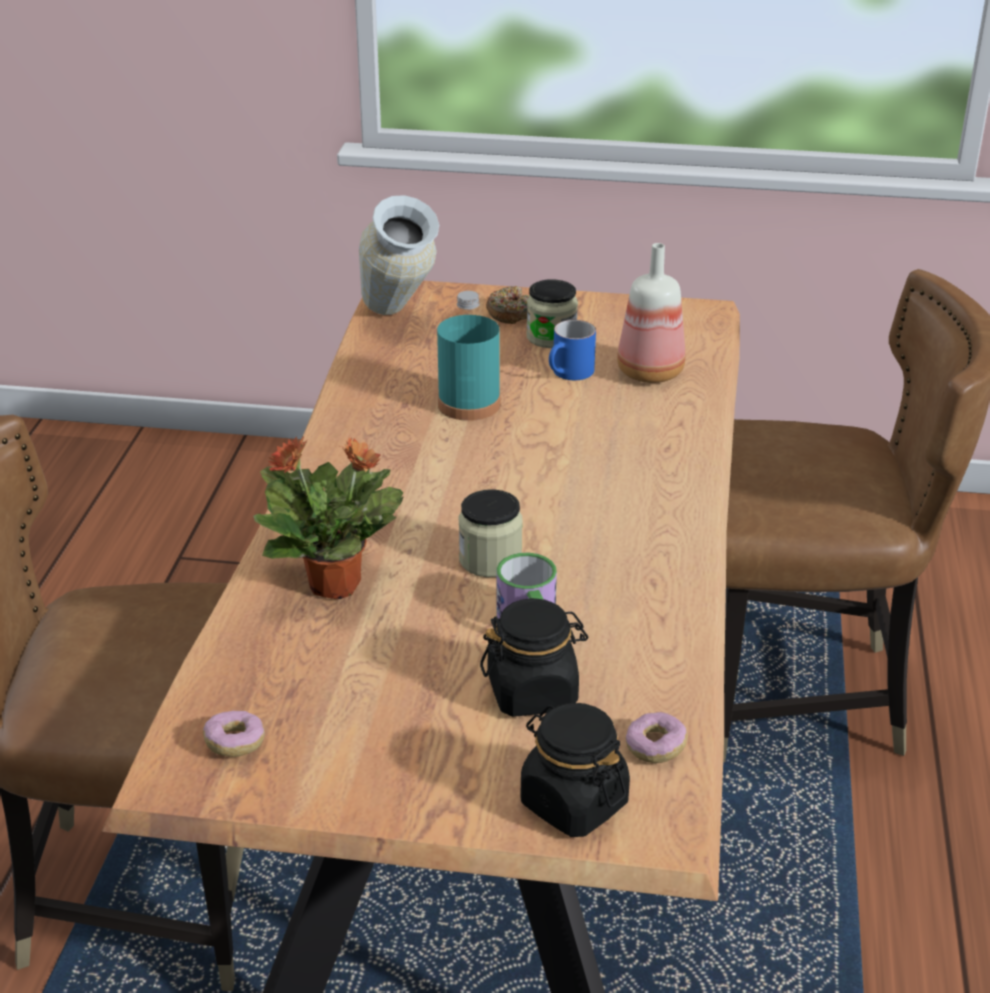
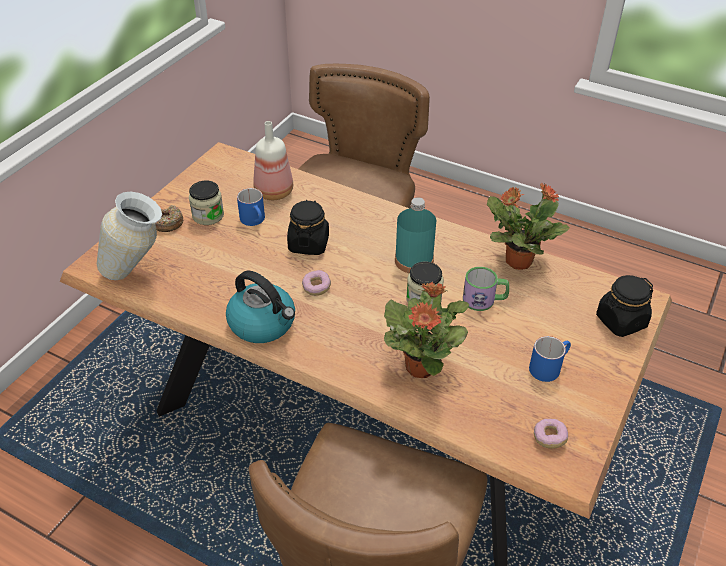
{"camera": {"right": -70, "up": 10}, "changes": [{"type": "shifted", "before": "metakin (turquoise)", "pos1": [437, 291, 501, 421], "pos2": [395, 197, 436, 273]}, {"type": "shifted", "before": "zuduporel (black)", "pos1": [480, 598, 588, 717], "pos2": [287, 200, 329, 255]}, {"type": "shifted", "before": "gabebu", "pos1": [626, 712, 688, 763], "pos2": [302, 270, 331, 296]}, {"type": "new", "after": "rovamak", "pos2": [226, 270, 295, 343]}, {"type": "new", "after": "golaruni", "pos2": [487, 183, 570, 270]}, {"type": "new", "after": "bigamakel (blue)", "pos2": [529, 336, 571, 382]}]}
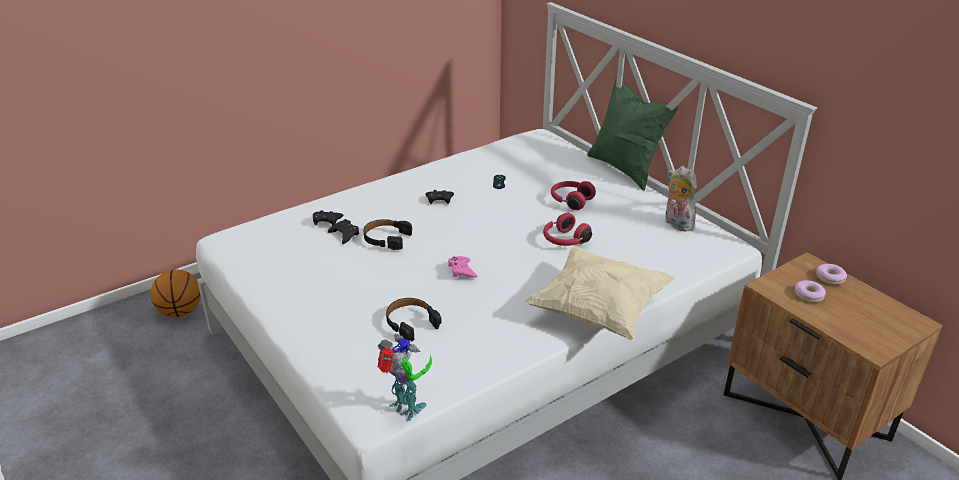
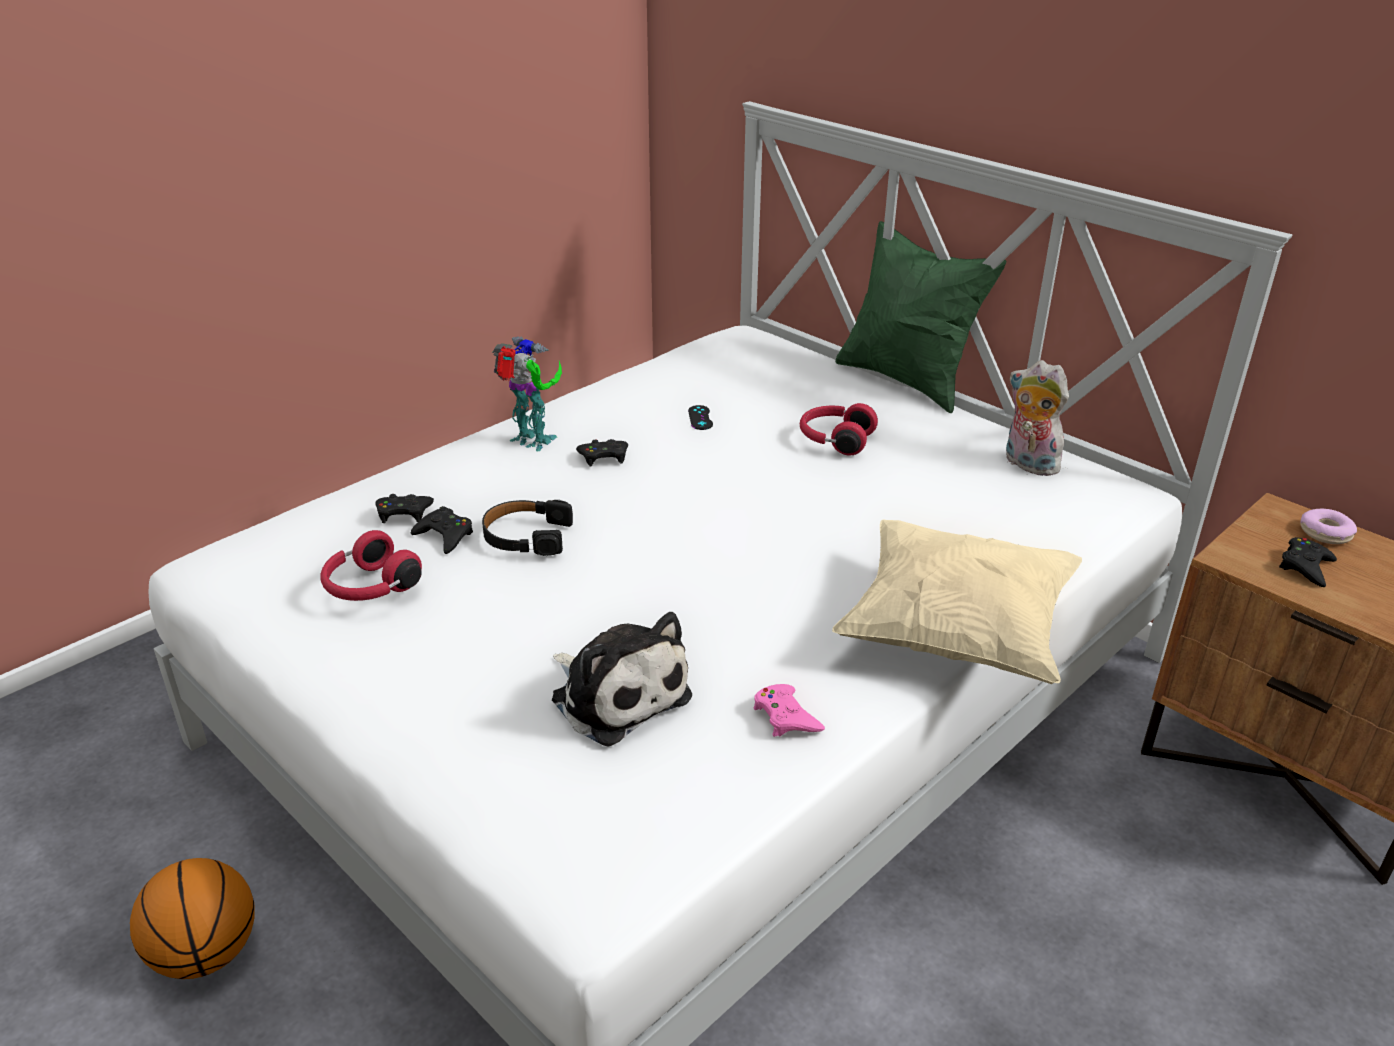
{"camera": {"right": -10, "up": 0}, "changes": [{"type": "shifted", "before": "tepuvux", "pos1": [150, 270, 201, 317], "pos2": [130, 858, 255, 979]}, {"type": "shifted", "before": "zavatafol", "pos1": [377, 334, 432, 421], "pos2": [492, 336, 562, 451]}, {"type": "swapped", "before": "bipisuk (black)", "after": "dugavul", "pos1": [386, 298, 442, 341], "pos2": [552, 612, 692, 747]}, {"type": "shifted", "before": "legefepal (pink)", "pos1": [448, 256, 477, 278], "pos2": [754, 684, 825, 737]}, {"type": "shifted", "before": "bipisuk (red)", "pos1": [543, 213, 592, 246], "pos2": [320, 530, 422, 601]}, {"type": "swapped", "before": "gabebu", "after": "legefepal (black)", "pos1": [795, 280, 826, 302], "pos2": [1279, 537, 1337, 587]}]}
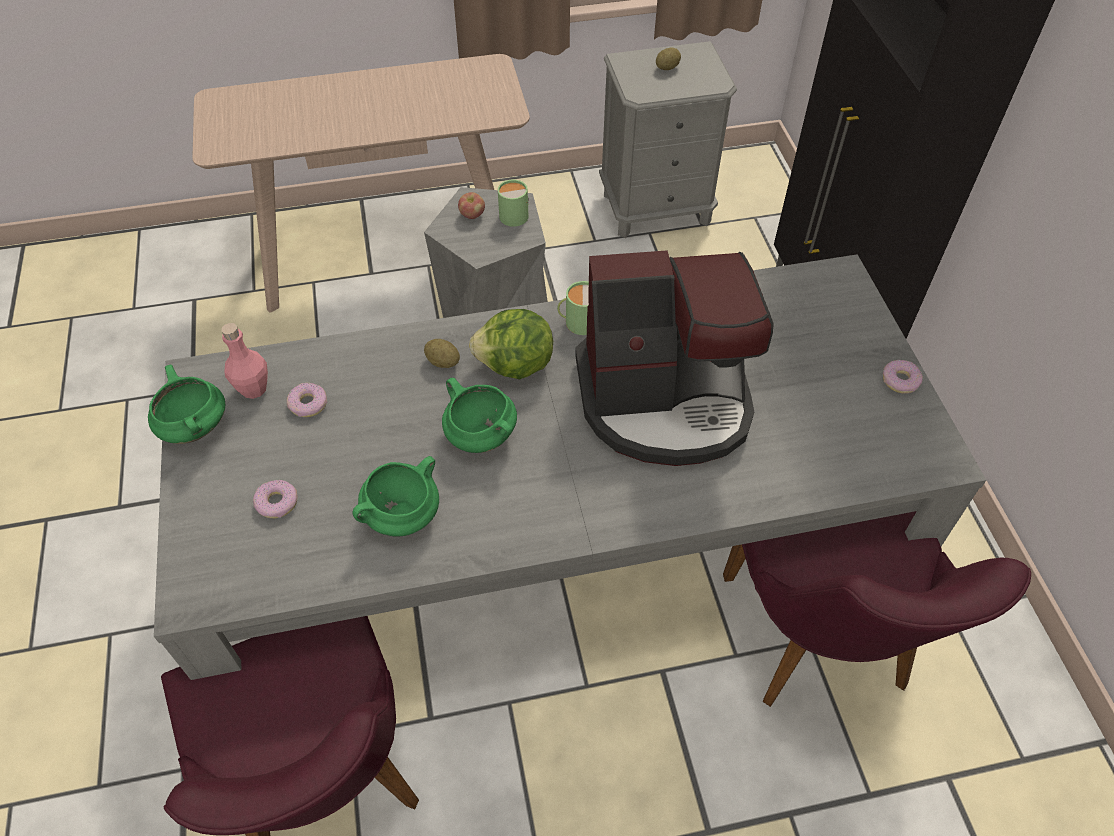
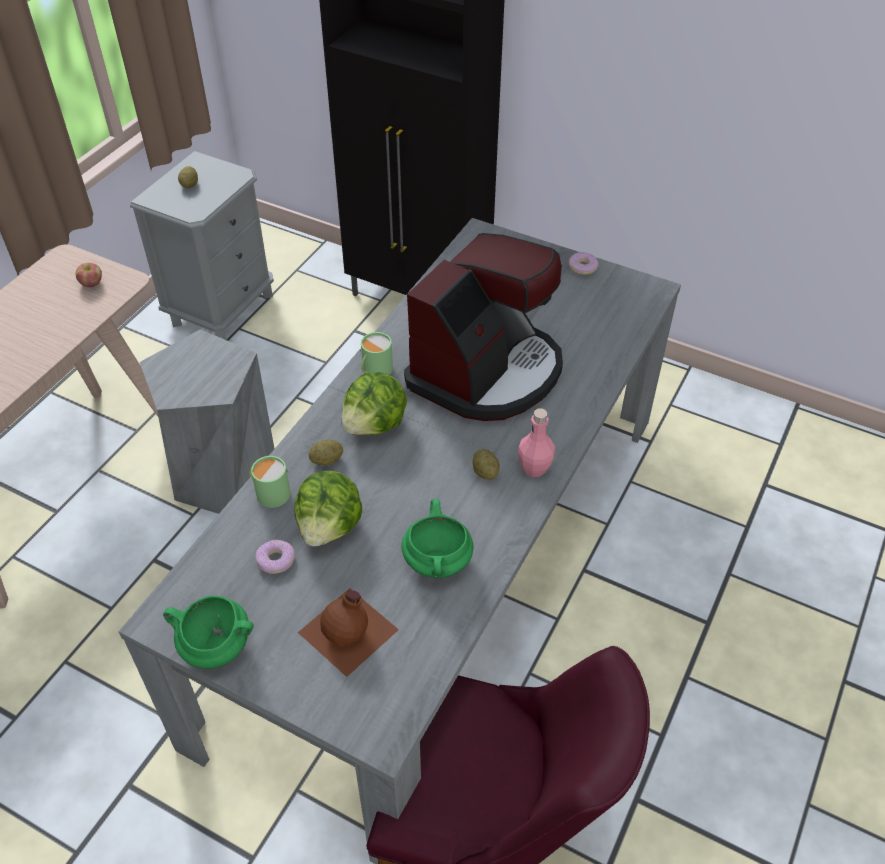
{"camera": {"right": -50, "up": -5}, "changes": [{"type": "shifted", "before": "metakin (pink)", "pos1": [222, 323, 268, 399], "pos2": [518, 408, 555, 477]}, {"type": "swapped", "before": "gabebu", "after": "metakin (brown)", "pos1": [253, 480, 298, 518], "pos2": [298, 588, 399, 677]}, {"type": "gone", "before": "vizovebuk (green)", "pos1": [442, 378, 517, 453]}, {"type": "shifted", "before": "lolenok", "pos1": [458, 192, 485, 219], "pos2": [75, 263, 102, 287]}, {"type": "shifted", "before": "bigamakel (green)", "pos1": [498, 180, 529, 227], "pos2": [249, 456, 291, 508]}, {"type": "gone", "before": "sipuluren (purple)", "pos1": [723, 511, 1031, 707]}, {"type": "new", "after": "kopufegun", "pos2": [295, 471, 362, 546]}, {"type": "new", "after": "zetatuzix", "pos2": [473, 449, 500, 480]}]}
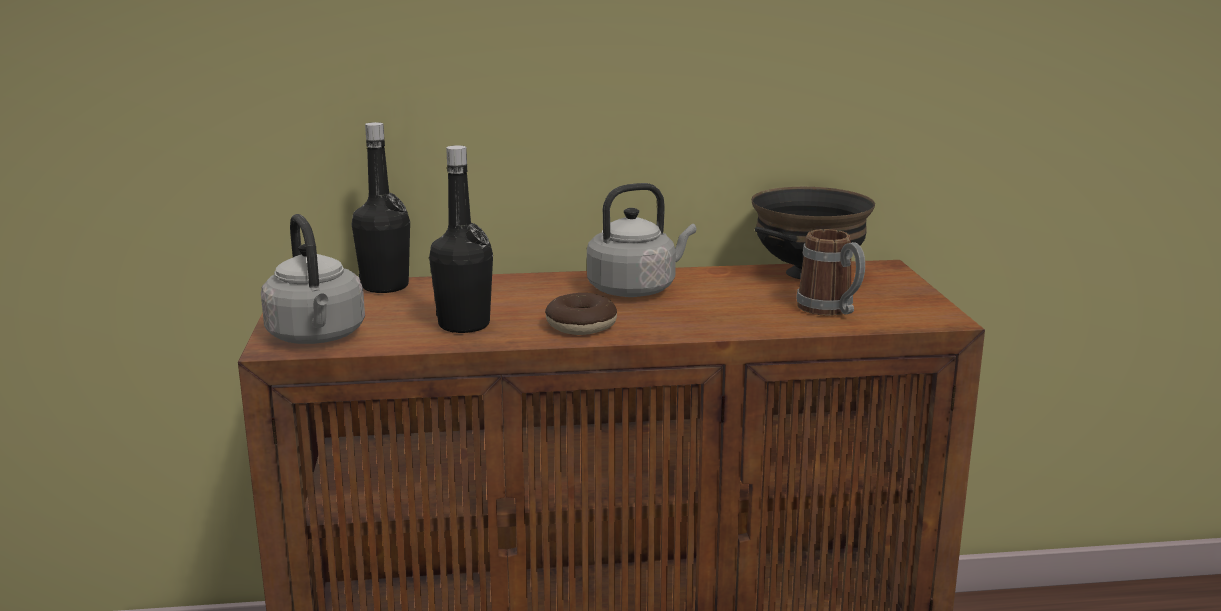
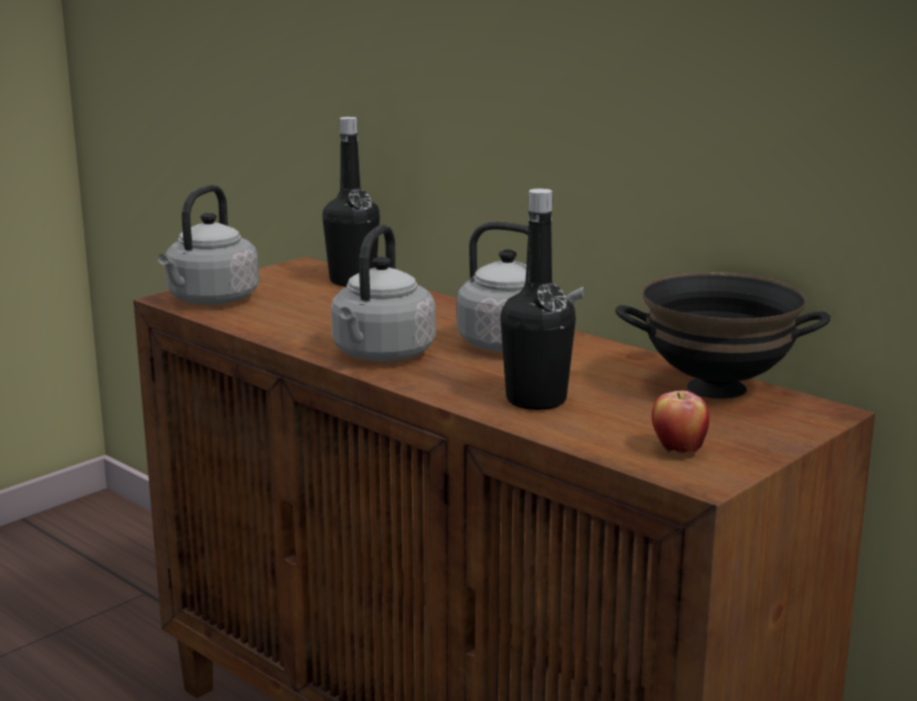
{"camera": {"right": 50, "up": 0}, "changes": [{"type": "shifted", "before": "metakin (black)", "pos1": [429, 145, 493, 333], "pos2": [500, 189, 576, 410]}, {"type": "swapped", "before": "gabebu", "after": "rovamak (grey)", "pos1": [545, 293, 617, 335], "pos2": [331, 225, 436, 361]}, {"type": "gone", "before": "bigamakel", "pos1": [796, 229, 865, 316]}, {"type": "new", "after": "lolenok", "pos2": [652, 391, 709, 453]}]}
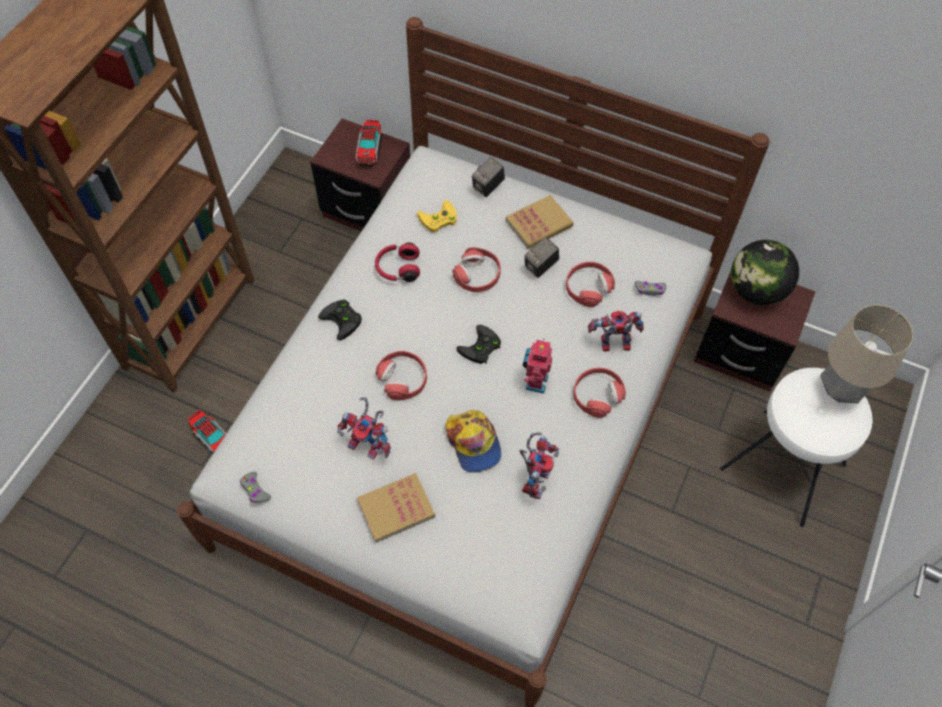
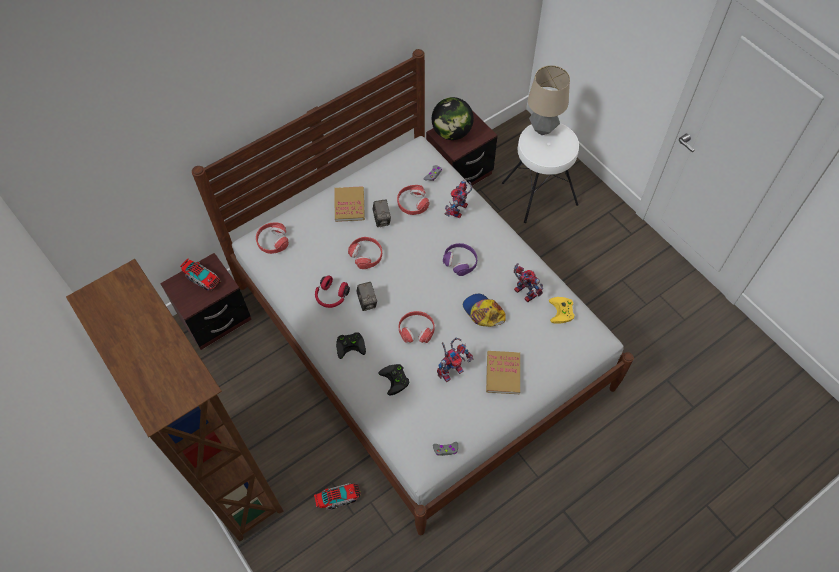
{"camera": {"right": -60, "up": 0}, "changes": [{"type": "shifted", "before": "legefepal (yellow)", "pos1": [417, 200, 457, 233], "pos2": [549, 297, 575, 324]}, {"type": "rotated", "before": "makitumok", "pos1": [446, 410, 501, 473], "pos2": [463, 294, 506, 327], "turn": -135}, {"type": "shifted", "before": "legefepal (black)", "pos1": [456, 325, 501, 364], "pos2": [378, 364, 410, 396]}, {"type": "shifted", "before": "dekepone", "pos1": [472, 157, 505, 197], "pos2": [356, 282, 377, 311]}, {"type": "swapped", "before": "zavatafol", "after": "bipisuk (purple)", "pos1": [523, 339, 552, 394], "pos2": [443, 243, 477, 276]}, {"type": "shifted", "before": "bipisuk (red)", "pos1": [573, 368, 626, 418], "pos2": [256, 222, 289, 254]}]}
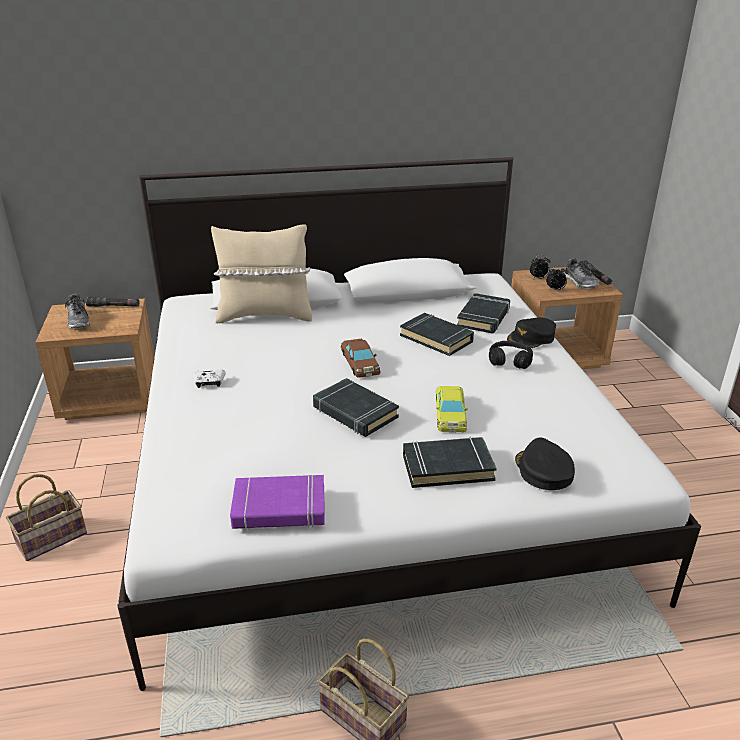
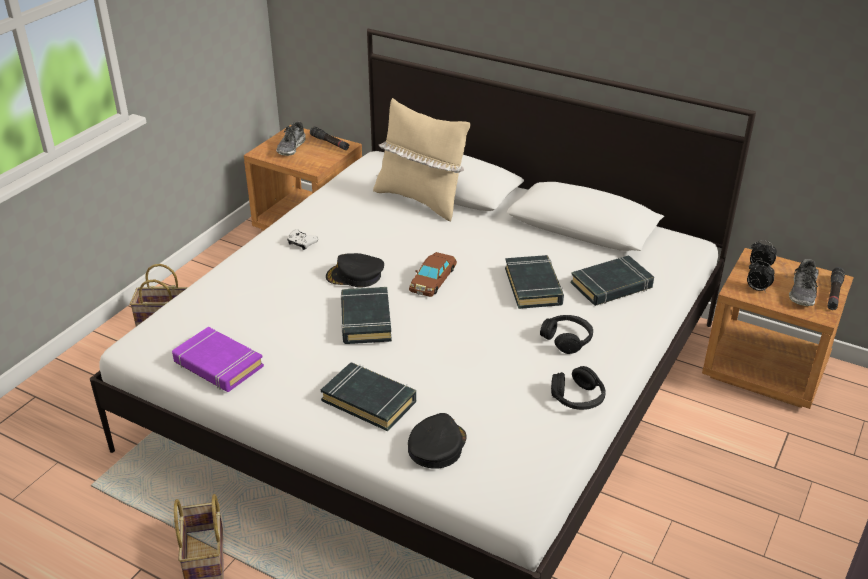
{"camera": {"right": 40, "up": 5}, "changes": [{"type": "gone", "before": "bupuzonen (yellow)", "pos1": [436, 386, 468, 432]}, {"type": "shifted", "before": "makitumok (black)", "pos1": [507, 317, 556, 349], "pos2": [326, 253, 384, 288]}, {"type": "new", "after": "bipisuk (black)", "pos2": [551, 366, 605, 410]}]}
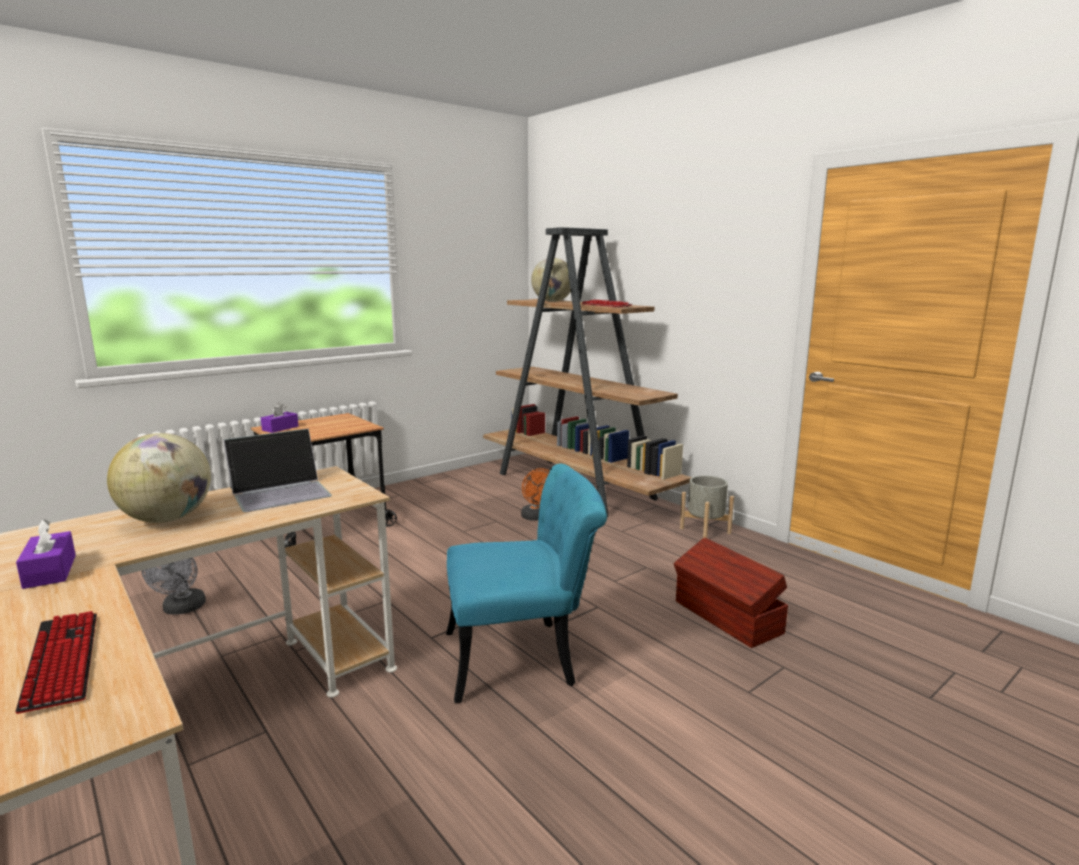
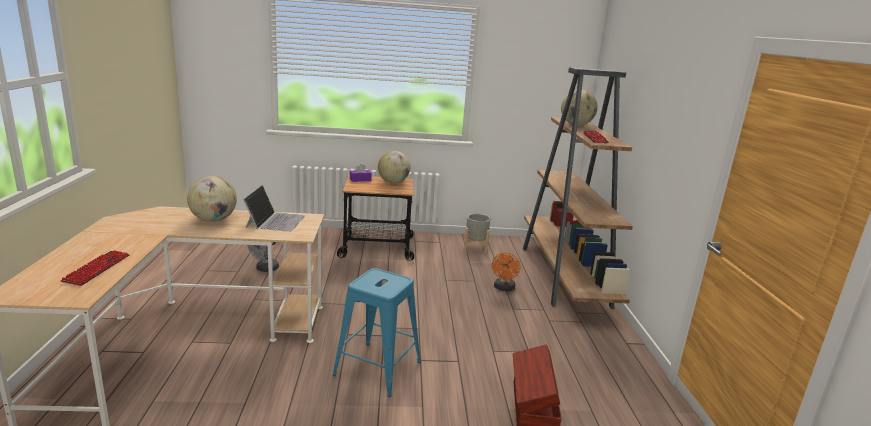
{"camera": {"right": 35, "up": 5}, "changes": [{"type": "gone", "before": "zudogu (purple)", "pos1": [16, 519, 76, 589]}, {"type": "rotated", "before": "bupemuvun", "pos1": [224, 429, 332, 512], "pos2": [243, 185, 305, 232], "turn": -90}, {"type": "swapped", "before": "sipuluren (turquoise)", "after": "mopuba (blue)", "pos1": [446, 464, 607, 703], "pos2": [333, 268, 421, 397]}, {"type": "shifted", "before": "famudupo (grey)", "pos1": [680, 476, 734, 538], "pos2": [464, 214, 490, 254]}, {"type": "new", "after": "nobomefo", "pos2": [378, 151, 410, 183]}]}
